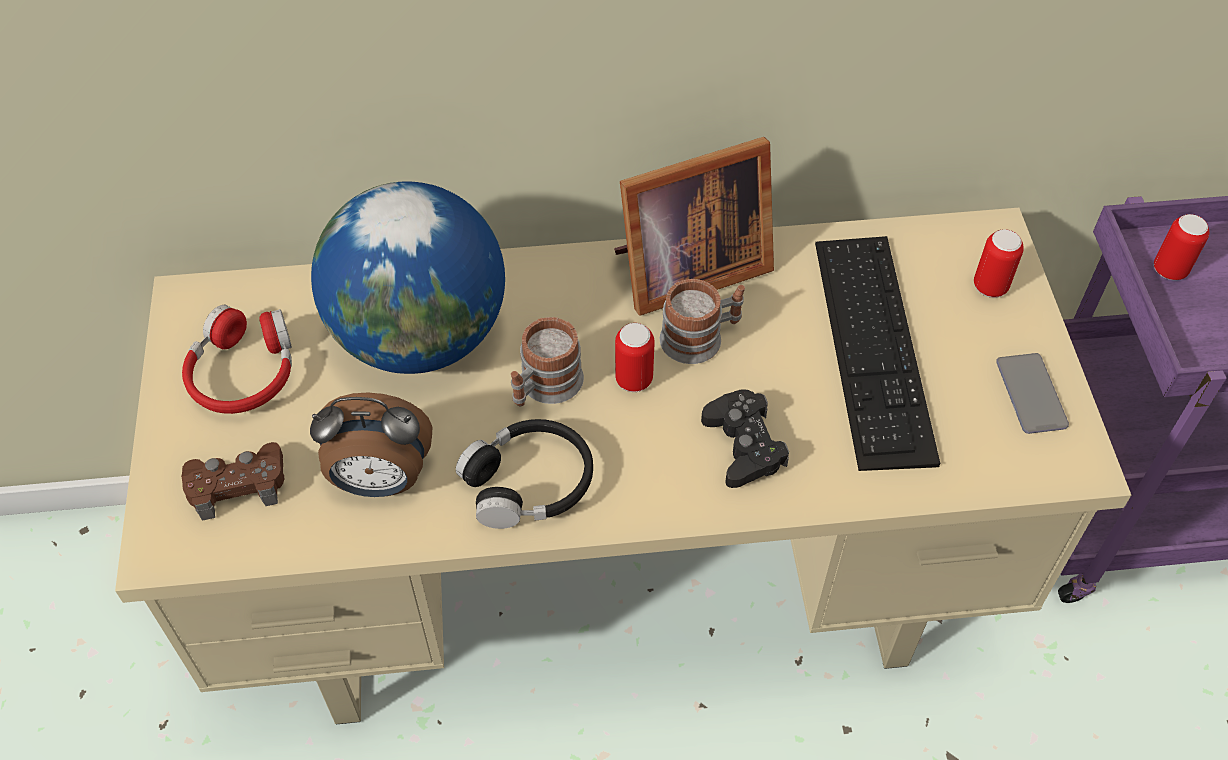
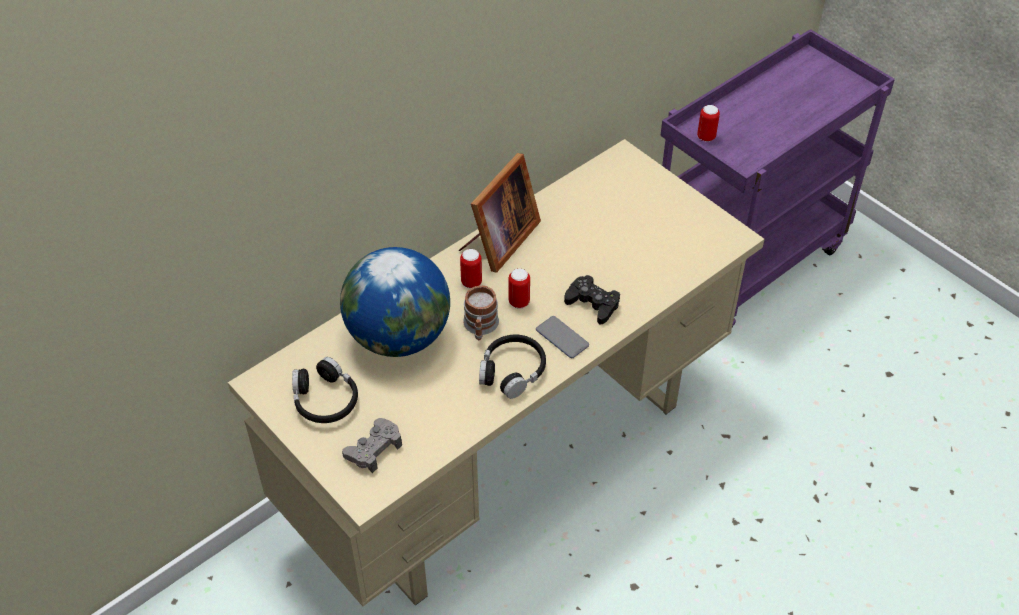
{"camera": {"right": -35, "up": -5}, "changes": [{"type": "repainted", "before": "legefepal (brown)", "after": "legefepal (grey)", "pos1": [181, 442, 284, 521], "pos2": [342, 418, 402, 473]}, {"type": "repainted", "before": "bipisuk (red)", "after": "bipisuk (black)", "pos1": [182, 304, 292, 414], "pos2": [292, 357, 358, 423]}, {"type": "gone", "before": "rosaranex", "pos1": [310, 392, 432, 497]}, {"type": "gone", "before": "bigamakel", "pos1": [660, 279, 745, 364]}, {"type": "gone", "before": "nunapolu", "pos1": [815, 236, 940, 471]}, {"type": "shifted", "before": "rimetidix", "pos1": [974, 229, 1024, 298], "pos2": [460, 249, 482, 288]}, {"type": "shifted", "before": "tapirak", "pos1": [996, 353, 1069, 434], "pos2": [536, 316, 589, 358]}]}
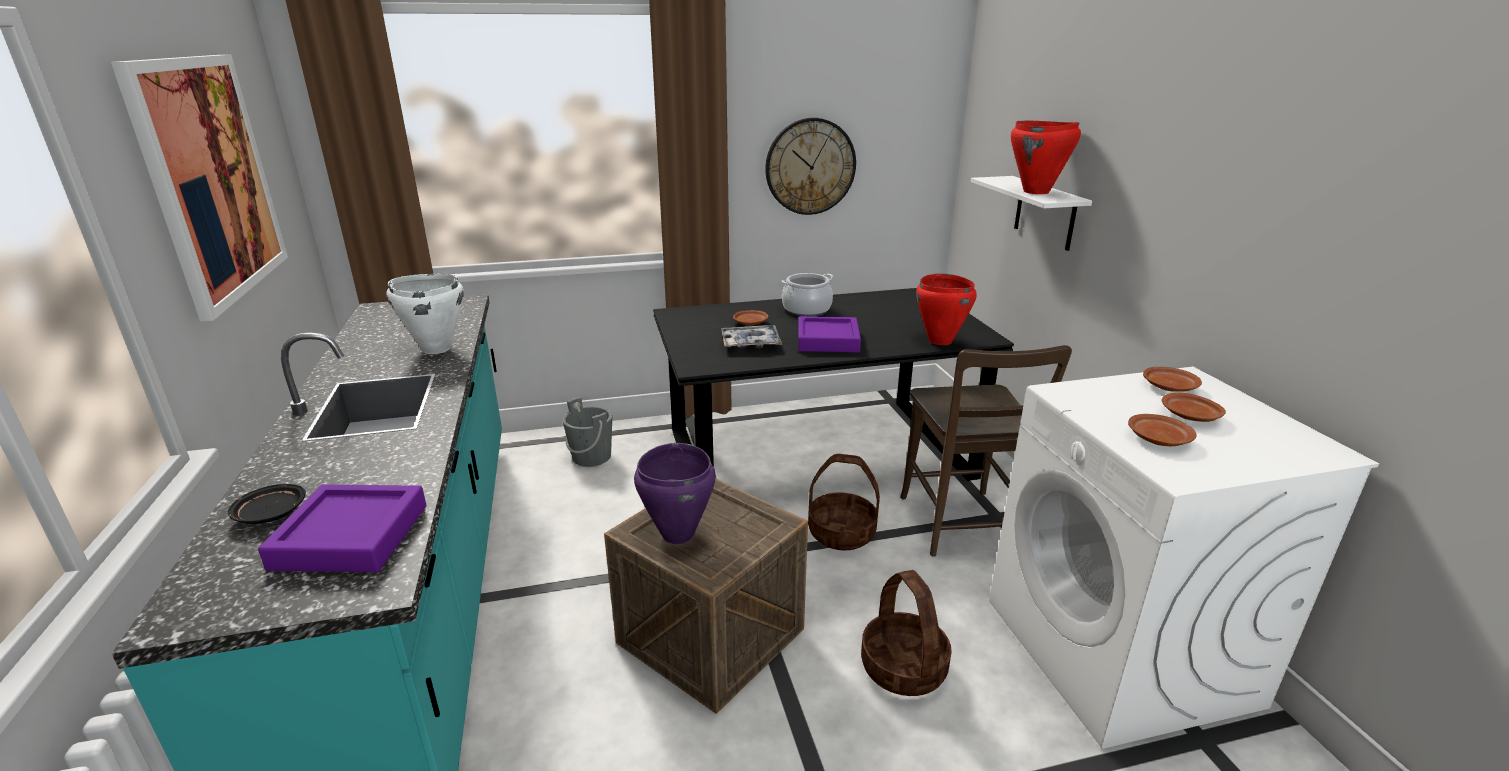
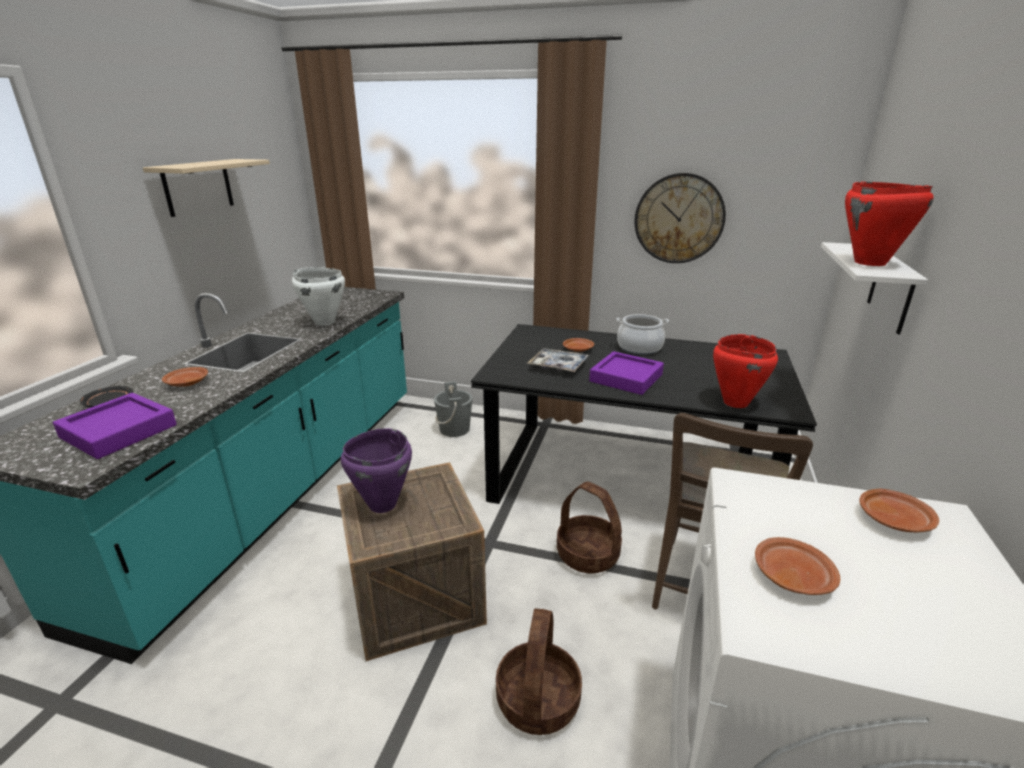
{"camera": {"right": 30, "up": 0}, "changes": [{"type": "swapped", "before": "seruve", "after": "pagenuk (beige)", "pos1": [111, 55, 288, 322], "pos2": [143, 159, 270, 217]}, {"type": "shifted", "before": "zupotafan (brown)", "pos1": [1161, 392, 1226, 422], "pos2": [162, 367, 208, 387]}]}
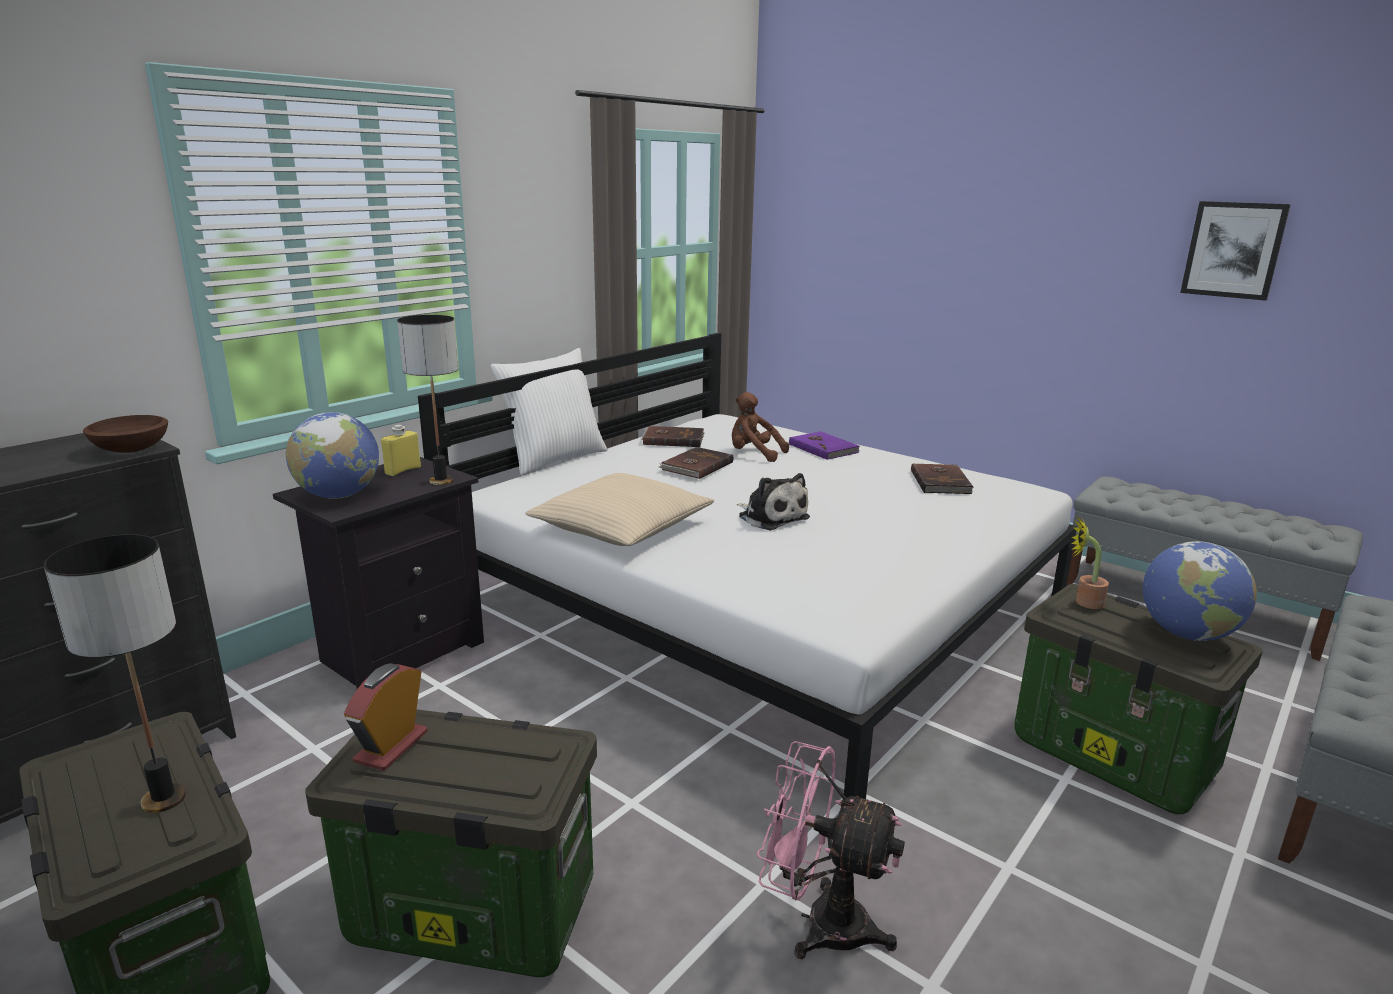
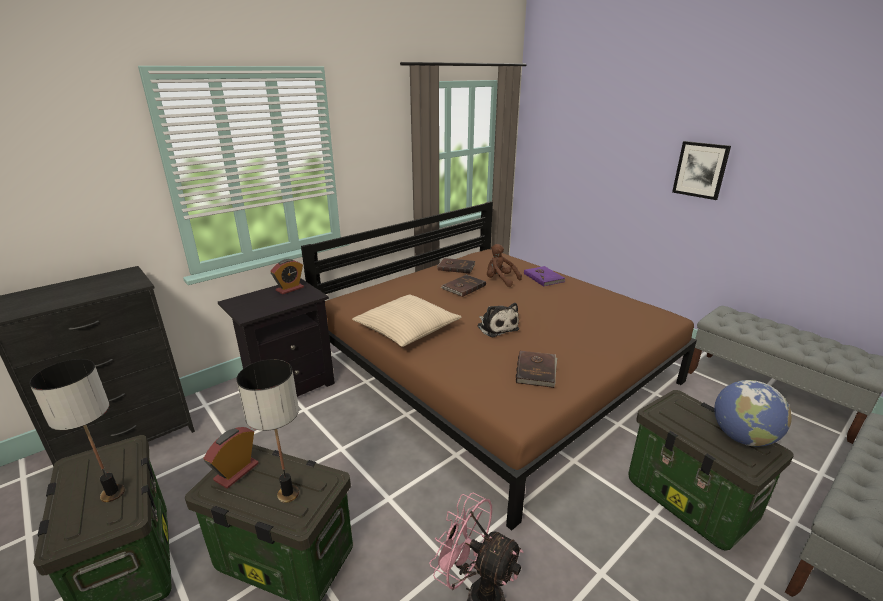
{"camera": {"right": 10, "up": 5}, "changes": [{"type": "gone", "before": "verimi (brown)", "pos1": [83, 415, 168, 453]}, {"type": "gone", "before": "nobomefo", "pos1": [286, 412, 379, 499]}, {"type": "swapped", "before": "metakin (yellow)", "after": "rosaranex", "pos1": [381, 425, 421, 476], "pos2": [270, 259, 304, 294]}, {"type": "shifted", "before": "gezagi", "pos1": [397, 315, 459, 485], "pos2": [237, 359, 299, 503]}, {"type": "repainted", "before": "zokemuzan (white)", "after": "zokemuzan (brown)", "pos1": [418, 333, 1077, 799], "pos2": [301, 201, 697, 531]}, {"type": "gone", "before": "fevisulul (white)", "pos1": [491, 348, 608, 476]}, {"type": "shifted", "before": "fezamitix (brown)", "pos1": [911, 463, 974, 494], "pos2": [516, 351, 557, 388]}, {"type": "gone", "before": "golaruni", "pos1": [1071, 517, 1109, 609]}, {"type": "shifted", "before": "seruve", "pos1": [1180, 201, 1291, 301], "pos2": [672, 141, 731, 200]}]}
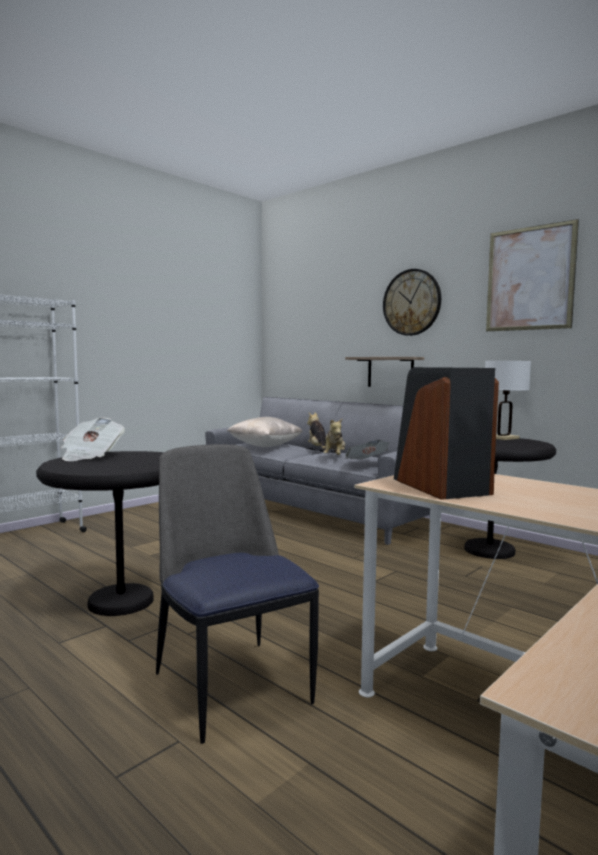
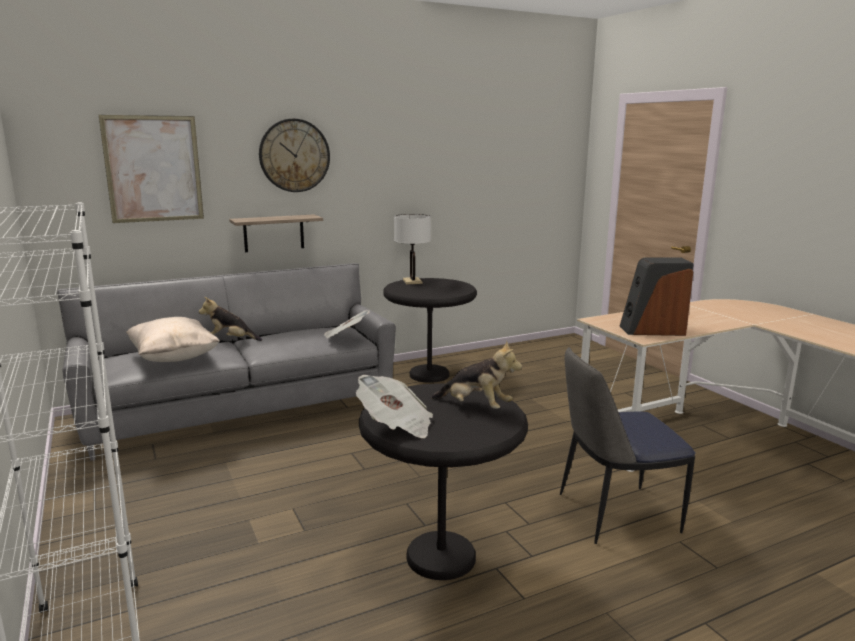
{"camera": {"right": -70, "up": 10}, "changes": [{"type": "shifted", "before": "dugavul", "pos1": [322, 419, 345, 455], "pos2": [431, 341, 522, 409]}, {"type": "shifted", "before": "seruve", "pos1": [486, 219, 579, 331], "pos2": [99, 115, 204, 223]}]}
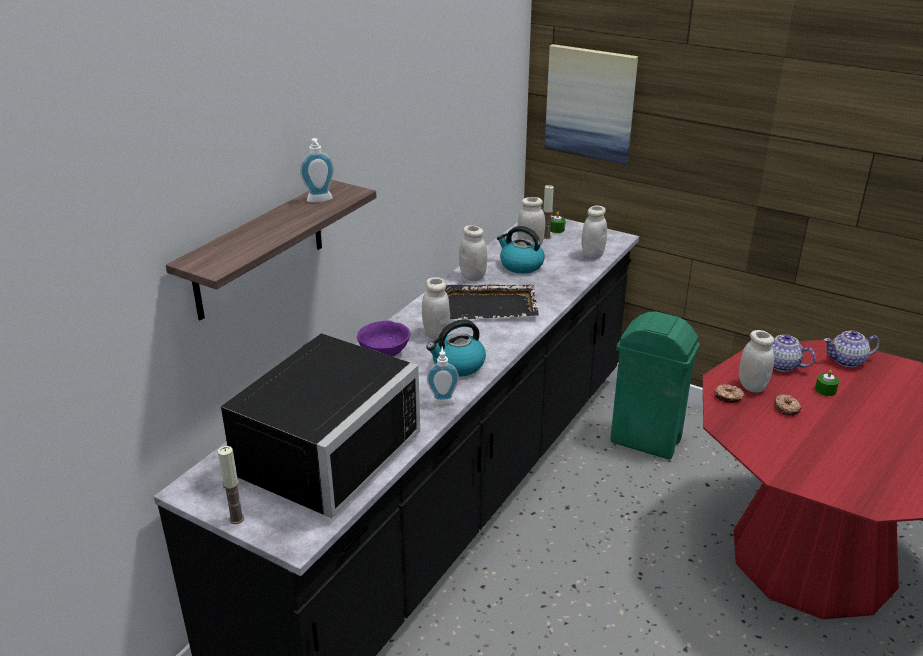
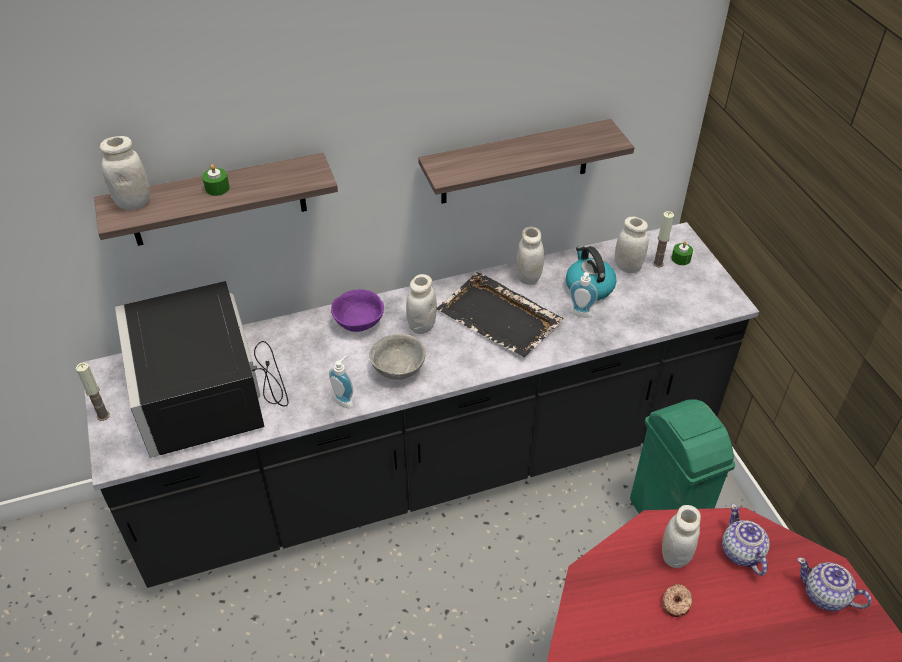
{"camera": {"right": 40, "up": 15}, "changes": [{"type": "rotated", "before": "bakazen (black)", "pos1": [221, 333, 420, 518], "pos2": [115, 281, 289, 458], "turn": 90}, {"type": "shifted", "before": "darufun", "pos1": [300, 138, 334, 203], "pos2": [569, 272, 598, 318]}, {"type": "swapped", "before": "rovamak", "after": "verimi (grey)", "pos1": [426, 320, 486, 377], "pos2": [370, 334, 426, 380]}, {"type": "gone", "before": "seruve", "pos1": [545, 44, 638, 164]}, {"type": "shifted", "before": "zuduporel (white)", "pos1": [582, 205, 607, 259], "pos2": [100, 136, 150, 210]}, {"type": "gone", "before": "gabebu", "pos1": [715, 384, 744, 403]}, {"type": "shifted", "before": "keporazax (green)", "pos1": [815, 370, 839, 396], "pos2": [202, 164, 230, 196]}, {"type": "new", "after": "pagenuk", "pos2": [418, 119, 634, 204]}]}
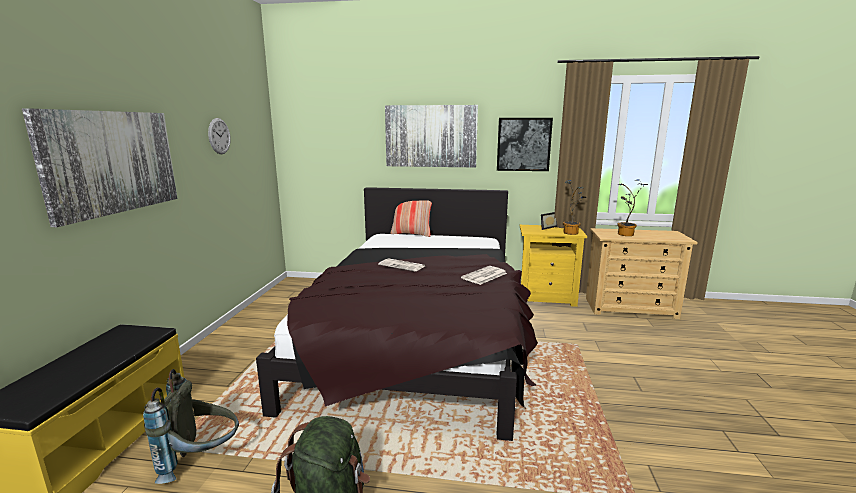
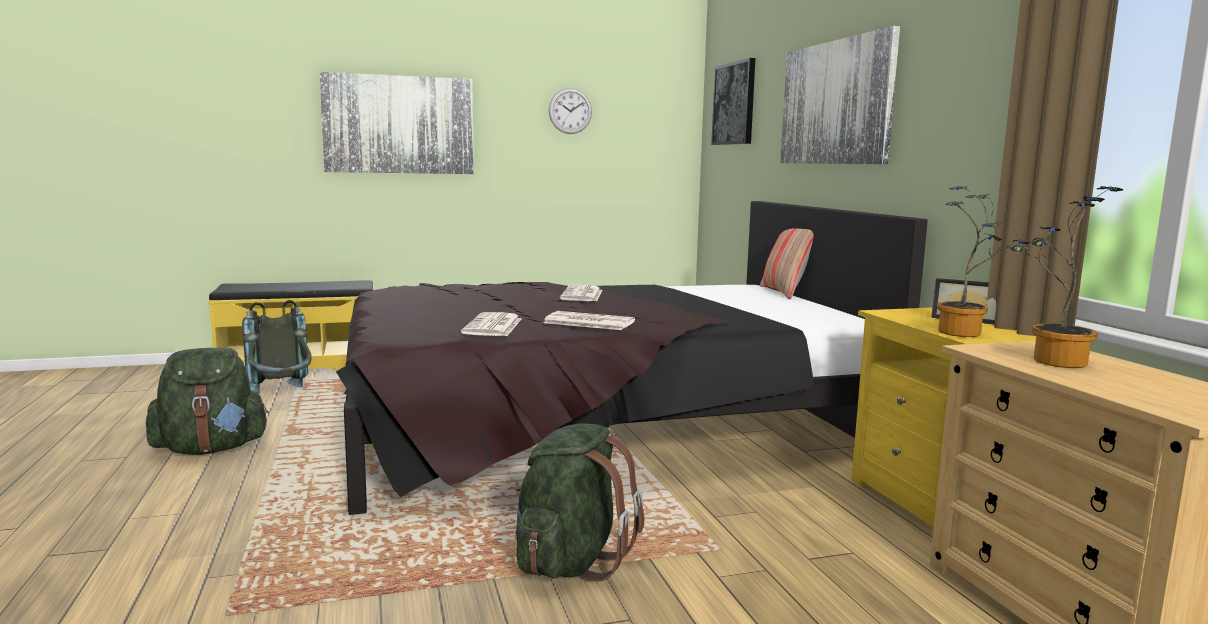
{"camera": {"right": 65, "up": -5}, "changes": [{"type": "shifted", "before": "seruve", "pos1": [497, 118, 553, 171], "pos2": [711, 58, 755, 145]}, {"type": "new", "after": "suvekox", "pos2": [461, 312, 521, 336]}, {"type": "new", "after": "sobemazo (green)", "pos2": [516, 423, 644, 582]}]}
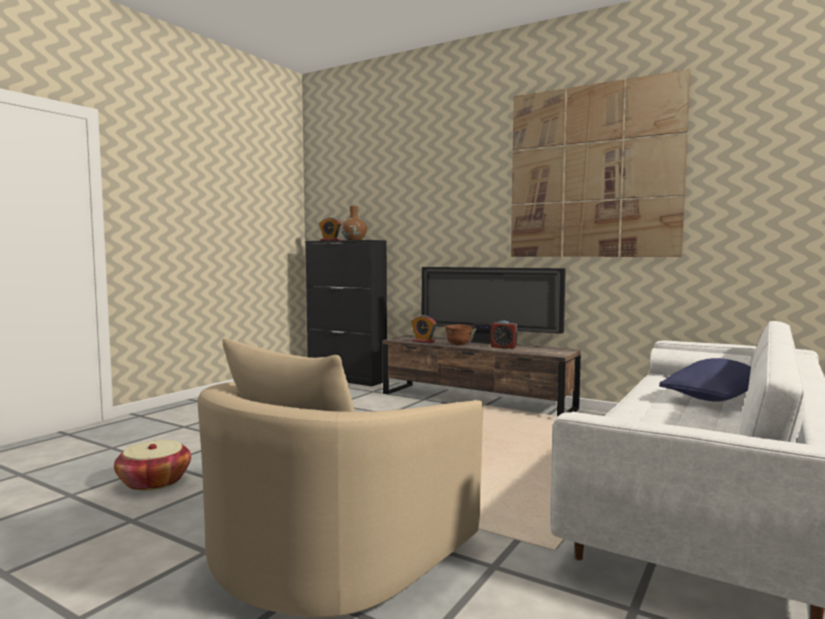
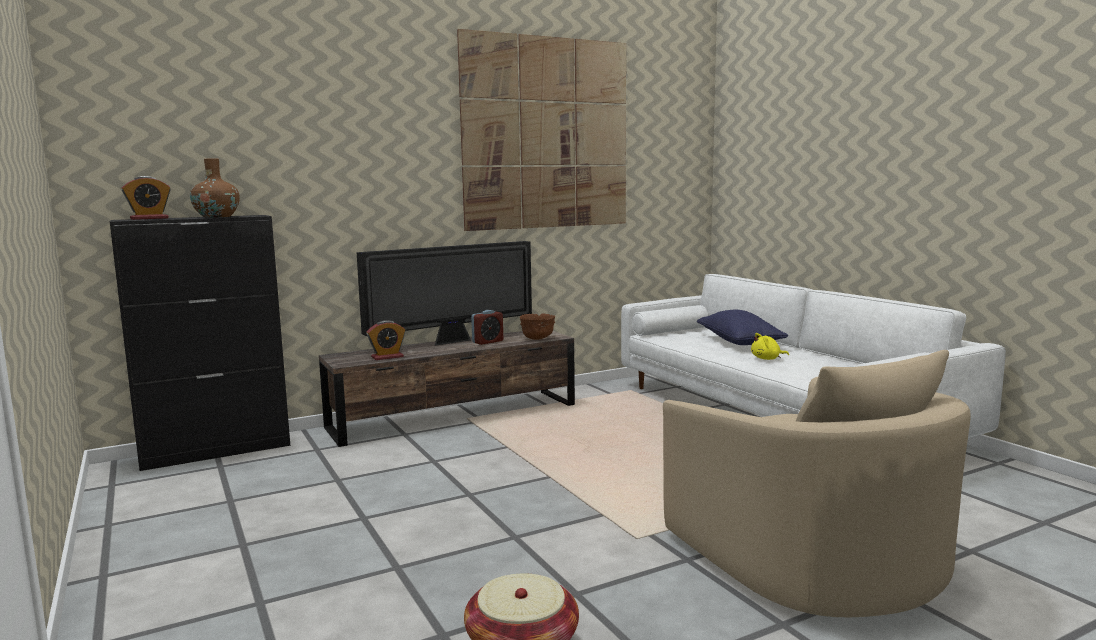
{"camera": {"right": -60, "up": 5}, "changes": [{"type": "shifted", "before": "verimi (brown)", "pos1": [445, 324, 473, 345], "pos2": [520, 314, 555, 340]}, {"type": "new", "after": "dugavul (yellow)", "pos2": [751, 333, 789, 360]}]}
